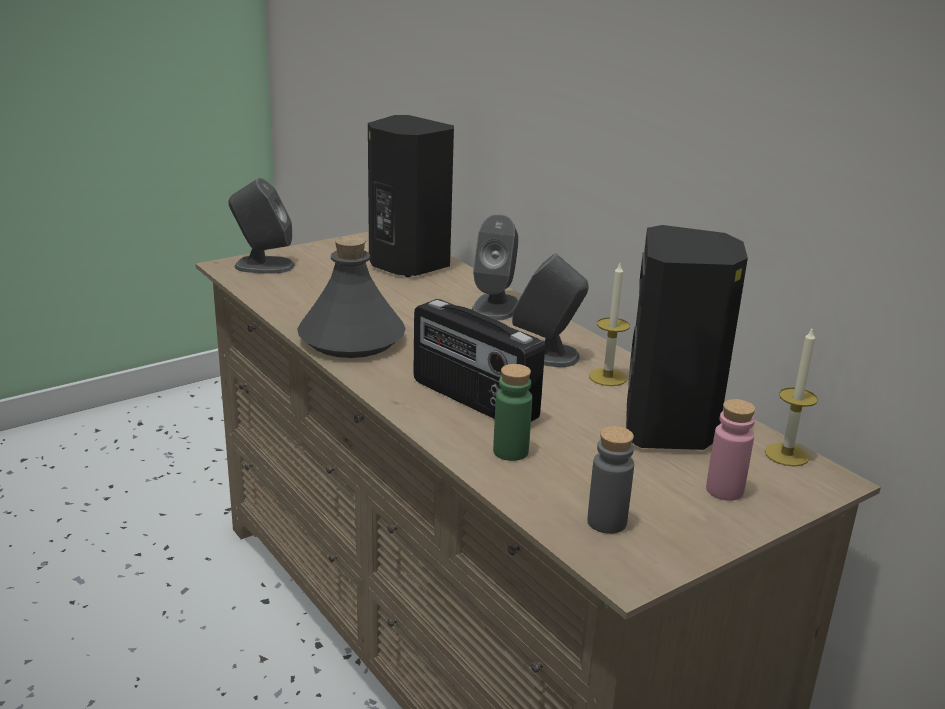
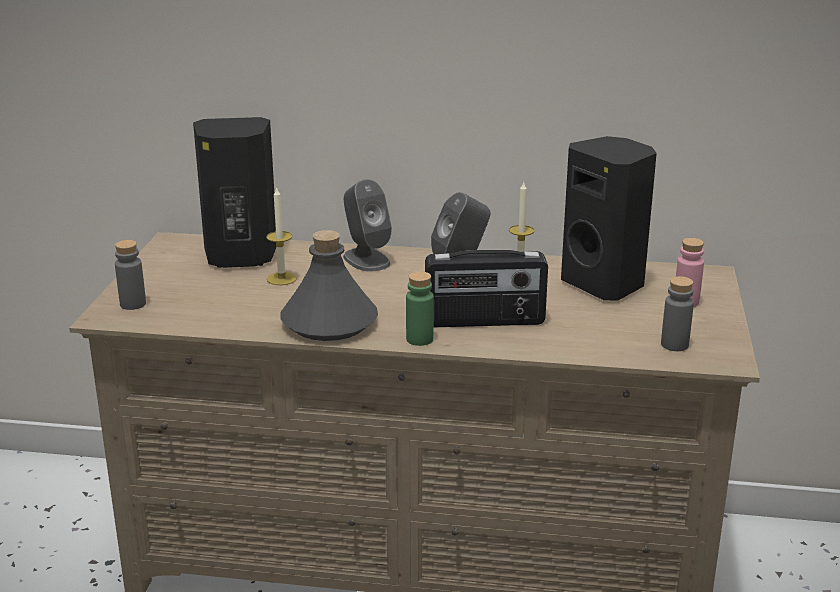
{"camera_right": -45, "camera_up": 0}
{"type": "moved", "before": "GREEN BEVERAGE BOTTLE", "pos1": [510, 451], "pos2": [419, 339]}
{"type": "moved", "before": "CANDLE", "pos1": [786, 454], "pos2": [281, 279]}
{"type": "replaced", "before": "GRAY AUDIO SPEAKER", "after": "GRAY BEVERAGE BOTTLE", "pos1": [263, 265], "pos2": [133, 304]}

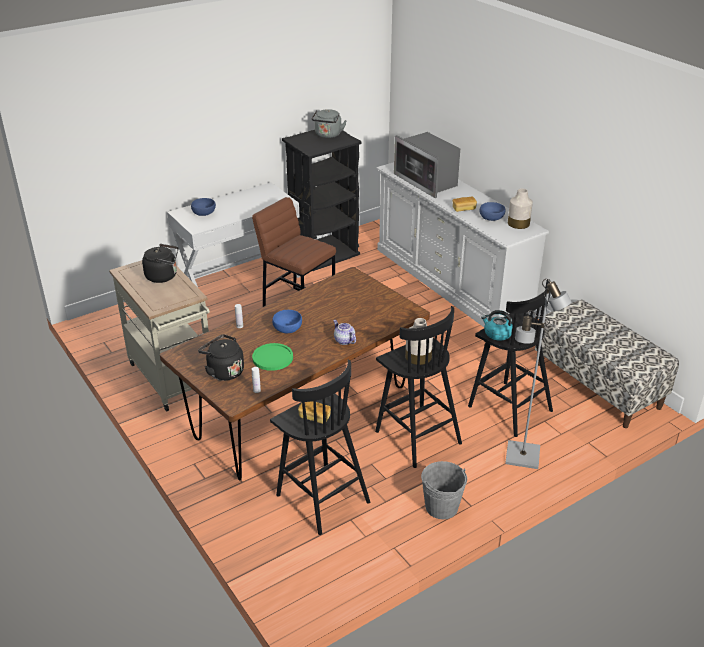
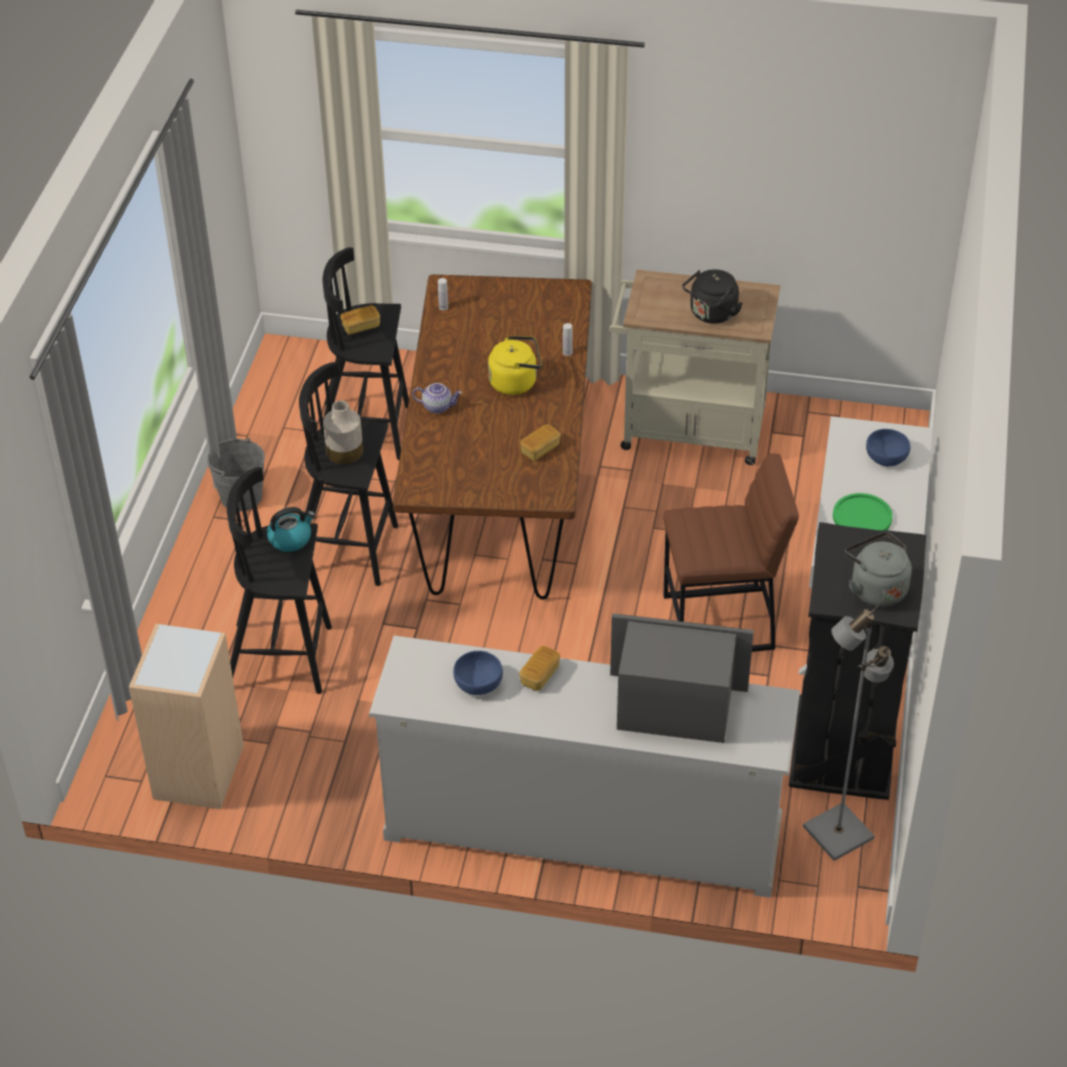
{"camera_right": 135, "camera_up": 10}
{"type": "removed", "before": "BLACKISH WATER KETTLE", "pos1": [223, 371]}
{"type": "removed", "before": "BEIGE-COLOURED VASE", "pos1": [518, 223]}
{"type": "added", "after": "BAKERY BREAD", "pos2": [540, 449]}
{"type": "moved", "before": "GREEN PLATE", "pos1": [272, 358], "pos2": [862, 517]}
{"type": "moved", "before": "GRAY FLOOR LAMP", "pos1": [522, 455], "pos2": [838, 832]}
{"type": "replaced", "before": "BLUE-COLOURED SERVING BOWL", "after": "YELLOWISH WATER KETTLE", "pos1": [287, 328], "pos2": [516, 382]}
{"type": "replaced", "before": "BENCH", "after": "SHELVING UNIT", "pos1": [598, 385], "pos2": [197, 773]}

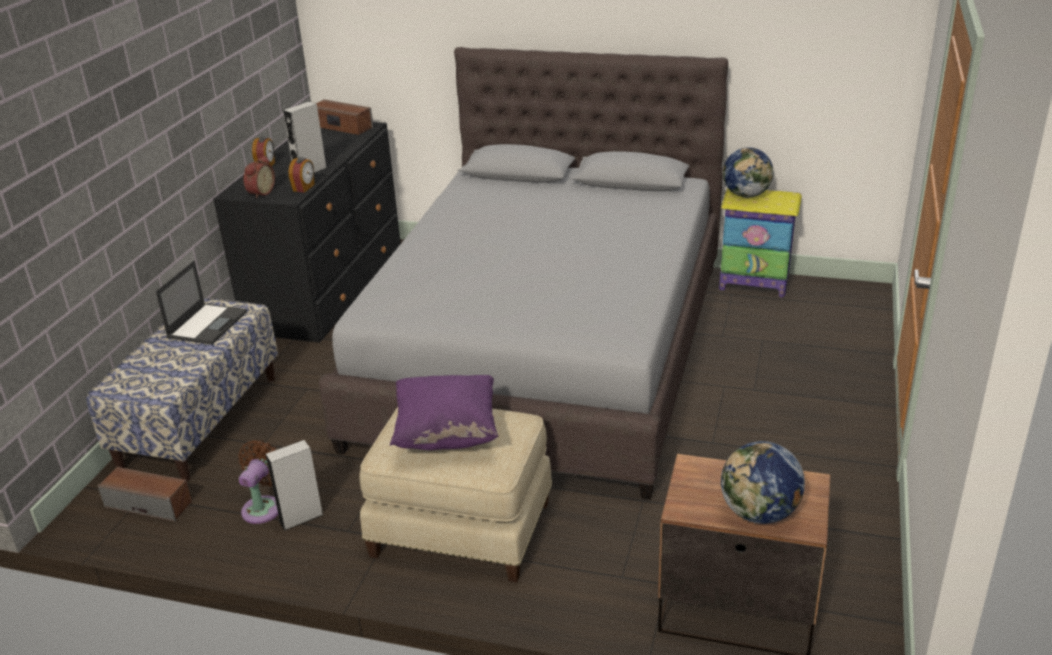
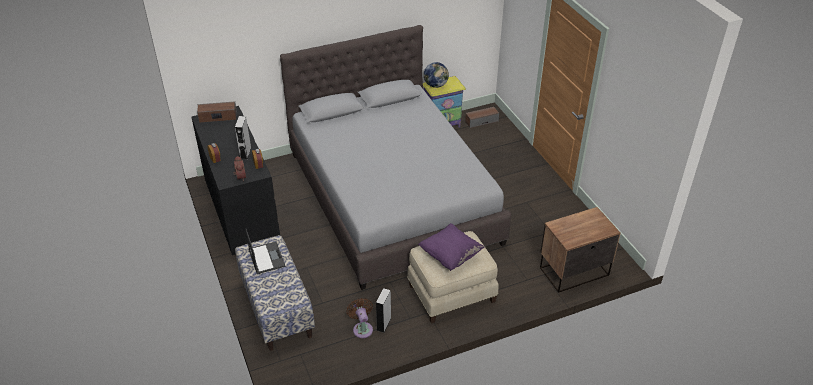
{"camera_right": -40, "camera_up": 10}
{"type": "removed", "before": "WORLD GLOBE", "pos1": [759, 513]}
{"type": "moved", "before": "AUDIO SPEAKER", "pos1": [149, 504], "pos2": [481, 121]}

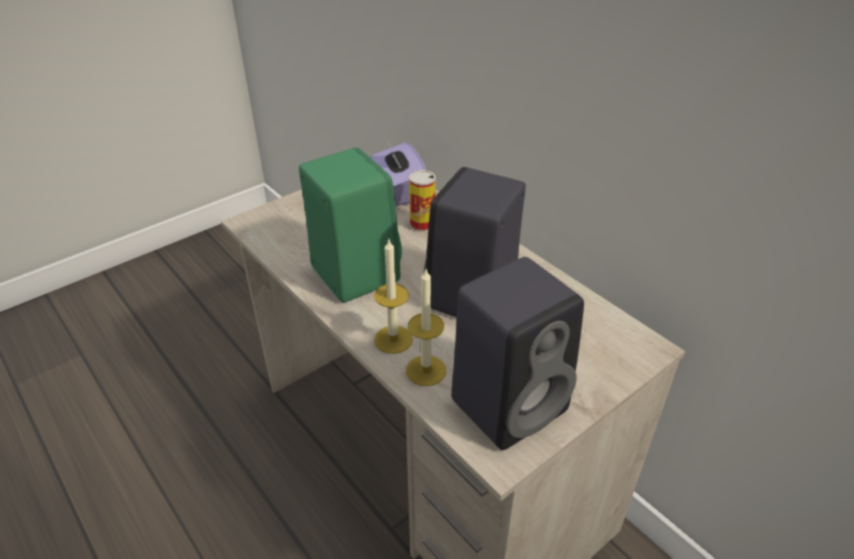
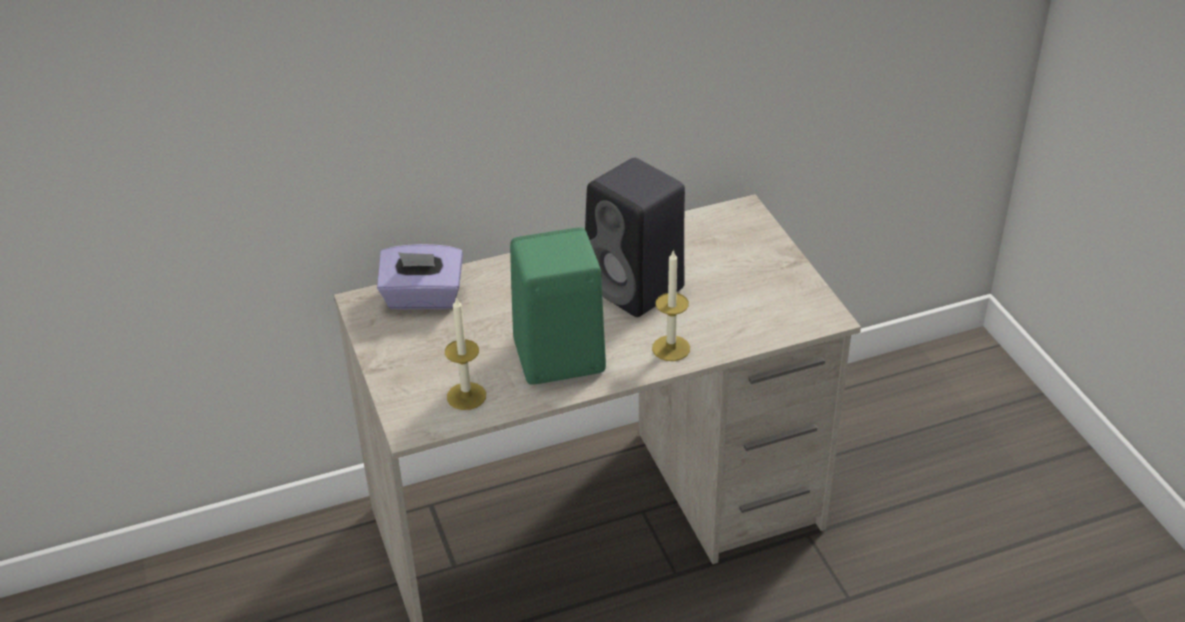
{"camera_right": -70, "camera_up": 0}
{"type": "removed", "before": "SEALED CAN", "pos1": [422, 224]}
{"type": "removed", "before": "BLACKISH AUDIO SPEAKER", "pos1": [511, 402]}
{"type": "moved", "before": "CANDLE", "pos1": [426, 370], "pos2": [466, 396]}

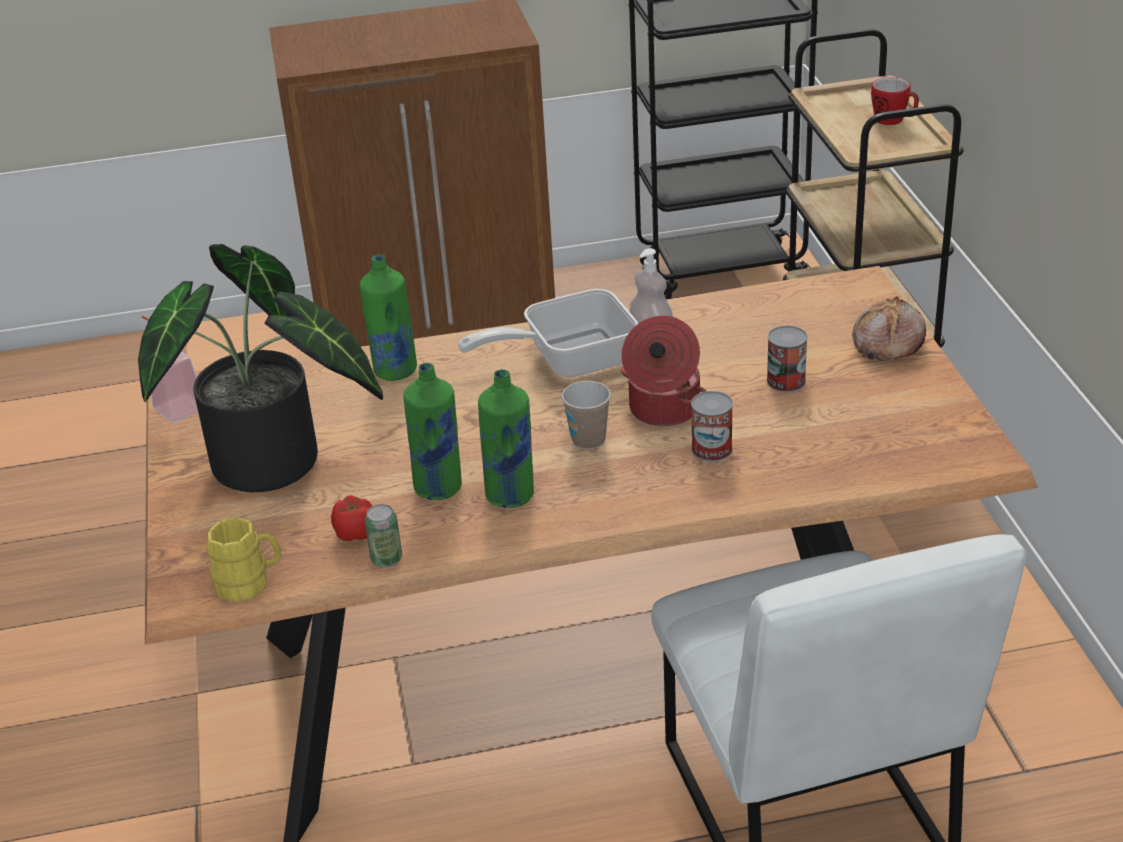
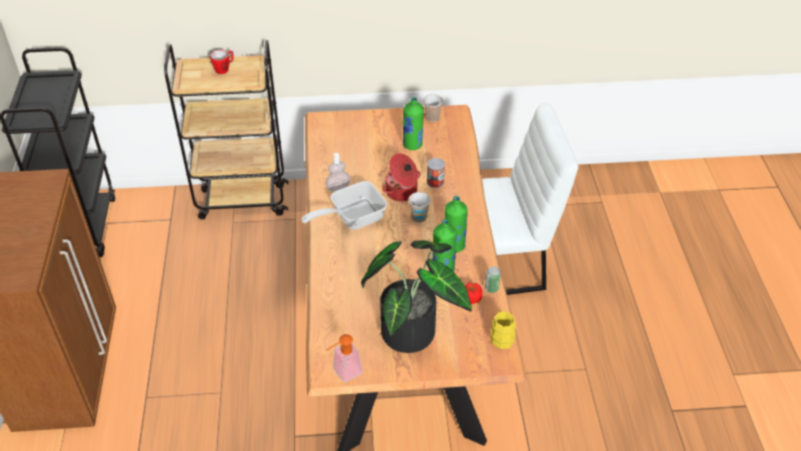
{"camera_right": -85, "camera_up": 10}
{"type": "removed", "before": "SEALED CAN", "pos1": [786, 381]}
{"type": "removed", "before": "BAKERY BREAD", "pos1": [887, 343]}
{"type": "added", "after": "DRINKING CUP", "pos2": [432, 118]}
{"type": "moved", "before": "GREEN BEVERAGE BOTTLE", "pos1": [394, 371], "pos2": [412, 145]}
{"type": "turned", "before": "PAN", "pos1": [567, 360], "pos2": [352, 218], "turn": 75}

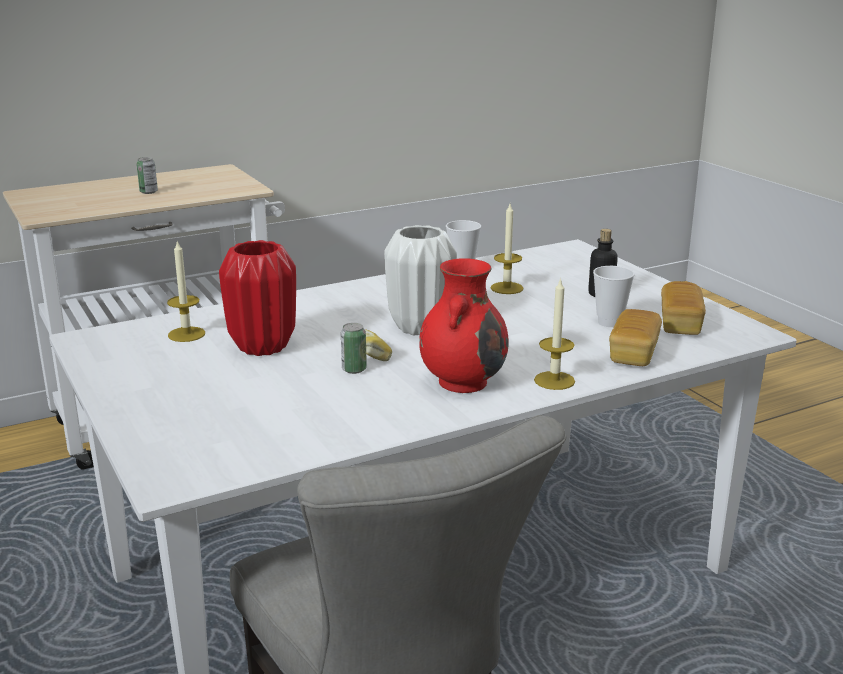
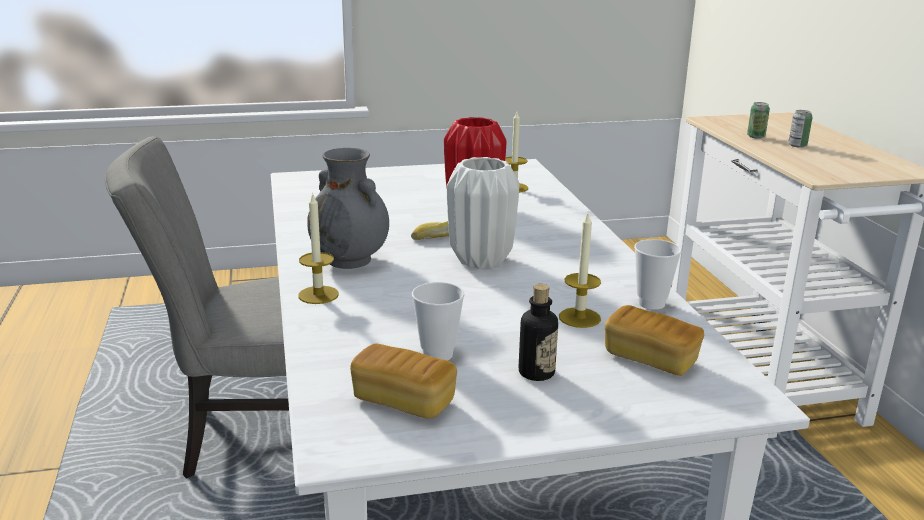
{"camera_right": 105, "camera_up": 0}
{"type": "moved", "before": "SEALED CAN", "pos1": [354, 369], "pos2": [756, 136]}
{"type": "moved", "before": "BAKERY BREAD", "pos1": [633, 354], "pos2": [650, 359]}
{"type": "recoloured", "before": "REDDISH VASE", "after": "GRAY VASE", "pos1": [463, 381], "pos2": [350, 260]}

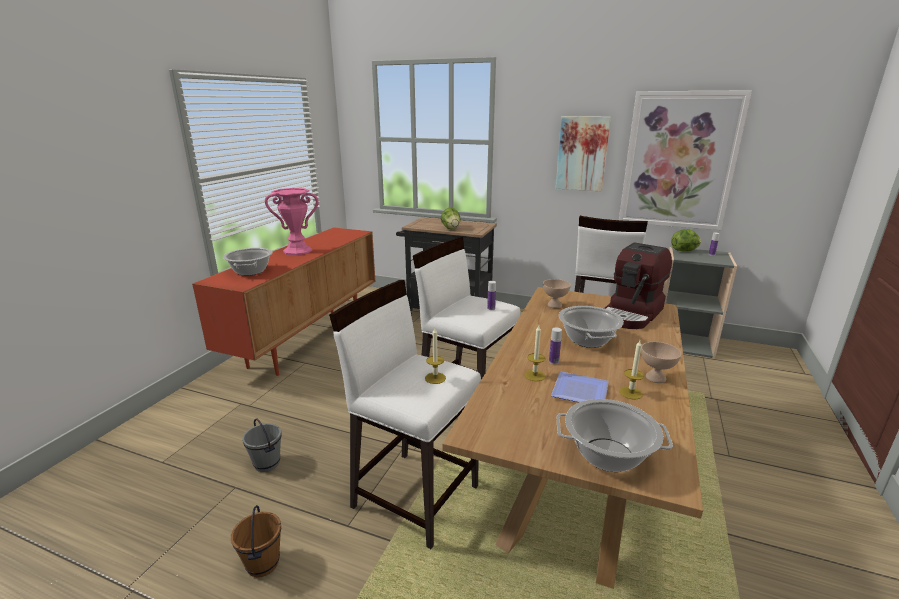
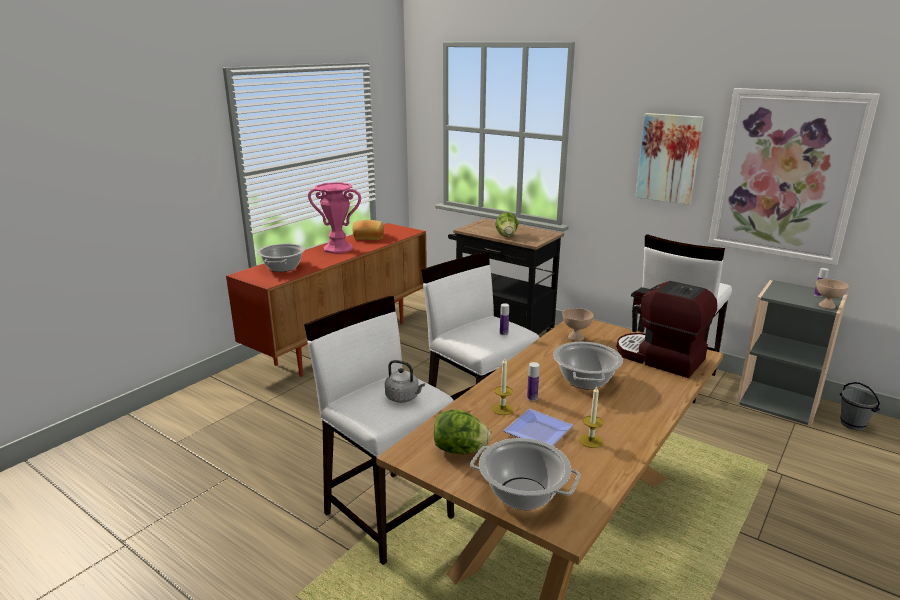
{"camera_right": 15, "camera_up": 0}
{"type": "removed", "before": "BROWN-COLOURED PAIL", "pos1": [262, 564]}
{"type": "added", "after": "BAKERY BREAD", "pos2": [368, 237]}
{"type": "moved", "before": "GRAY PAIL", "pos1": [266, 464], "pos2": [852, 424]}
{"type": "moved", "before": "BEIGE-COLOURED SERVING BOWL", "pos1": [655, 378], "pos2": [826, 306]}
{"type": "moved", "before": "LETTUCE", "pos1": [684, 251], "pos2": [460, 450]}
{"type": "replaced", "before": "CANDLE", "after": "GRAY WATER KETTLE", "pos1": [435, 378], "pos2": [404, 397]}
{"type": "turned", "before": "COFFEE BREWER", "pos1": [632, 314], "pos2": [659, 358], "turn": 75}

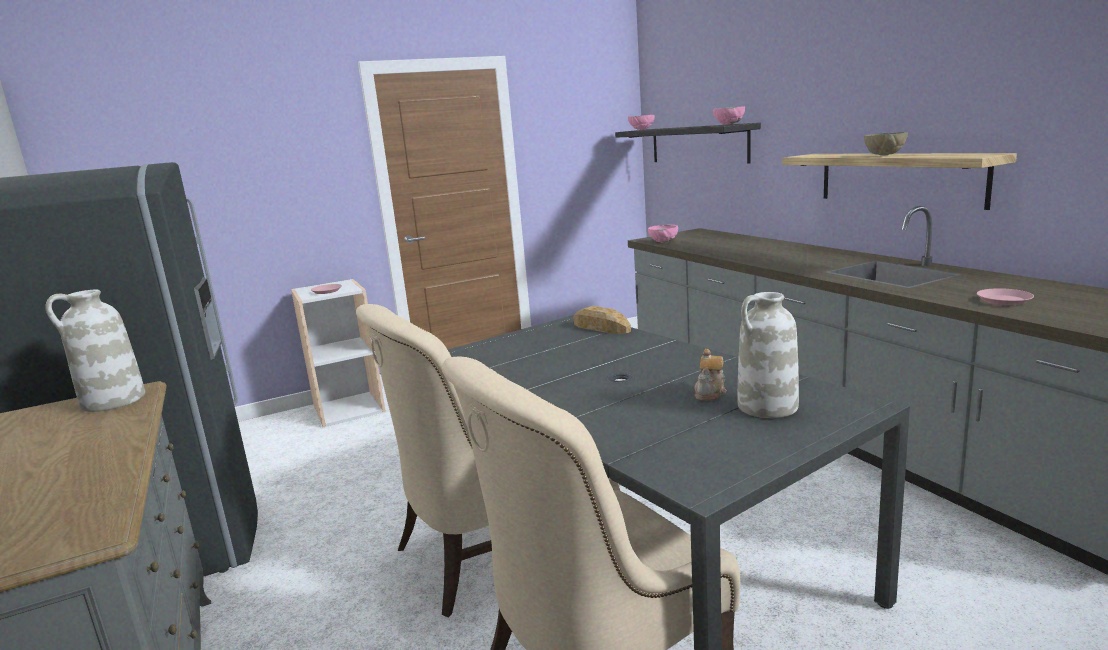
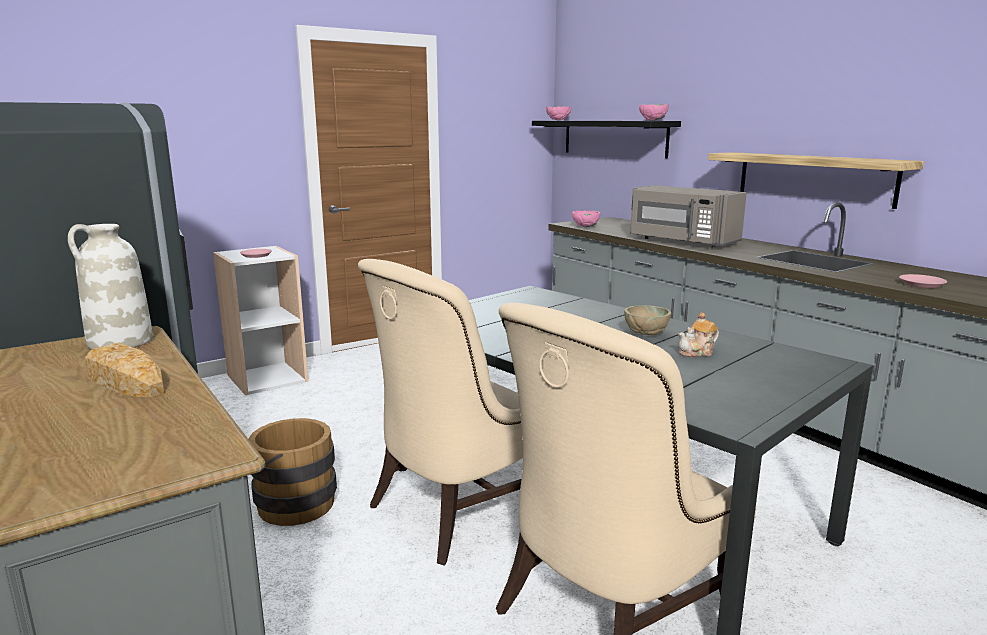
{"camera_right": -10, "camera_up": 0}
{"type": "removed", "before": "WHITE-COLOURED VASE", "pos1": [767, 407]}
{"type": "added", "after": "BROWN-COLOURED PAIL", "pos2": [288, 504]}
{"type": "added", "after": "GRAY MICROWAVE", "pos2": [681, 241]}
{"type": "moved", "before": "BAKERY BREAD", "pos1": [601, 327], "pos2": [124, 381]}
{"type": "moved", "before": "BEIGE-COLOURED SERVING BOWL", "pos1": [885, 155], "pos2": [646, 334]}
{"type": "turned", "before": "POT FOR TEA", "pos1": [710, 392], "pos2": [697, 352], "turn": 45}

